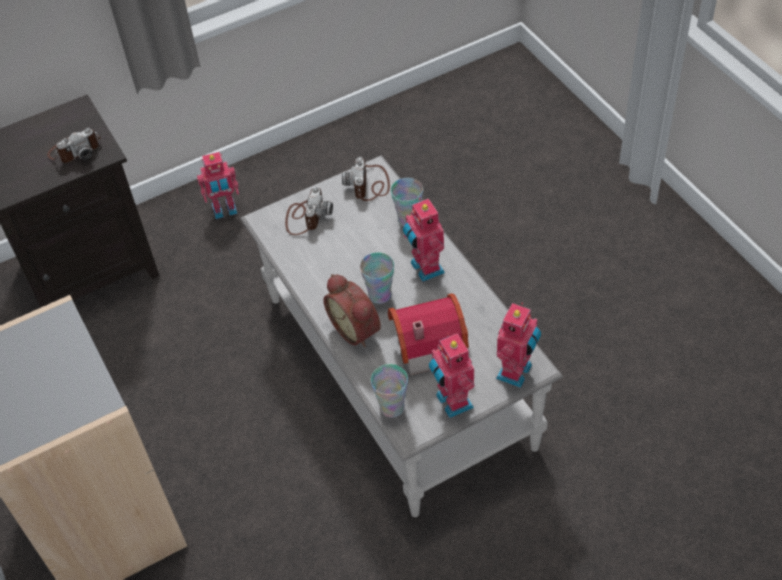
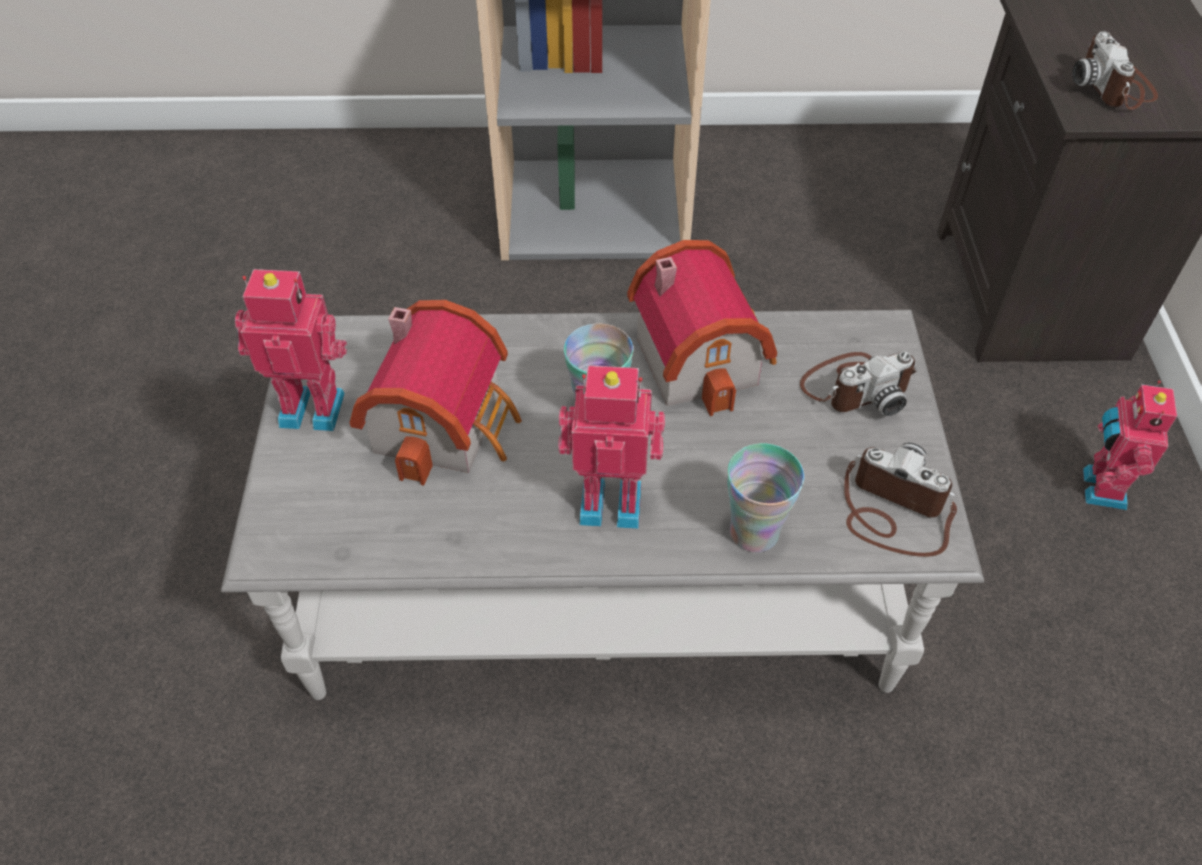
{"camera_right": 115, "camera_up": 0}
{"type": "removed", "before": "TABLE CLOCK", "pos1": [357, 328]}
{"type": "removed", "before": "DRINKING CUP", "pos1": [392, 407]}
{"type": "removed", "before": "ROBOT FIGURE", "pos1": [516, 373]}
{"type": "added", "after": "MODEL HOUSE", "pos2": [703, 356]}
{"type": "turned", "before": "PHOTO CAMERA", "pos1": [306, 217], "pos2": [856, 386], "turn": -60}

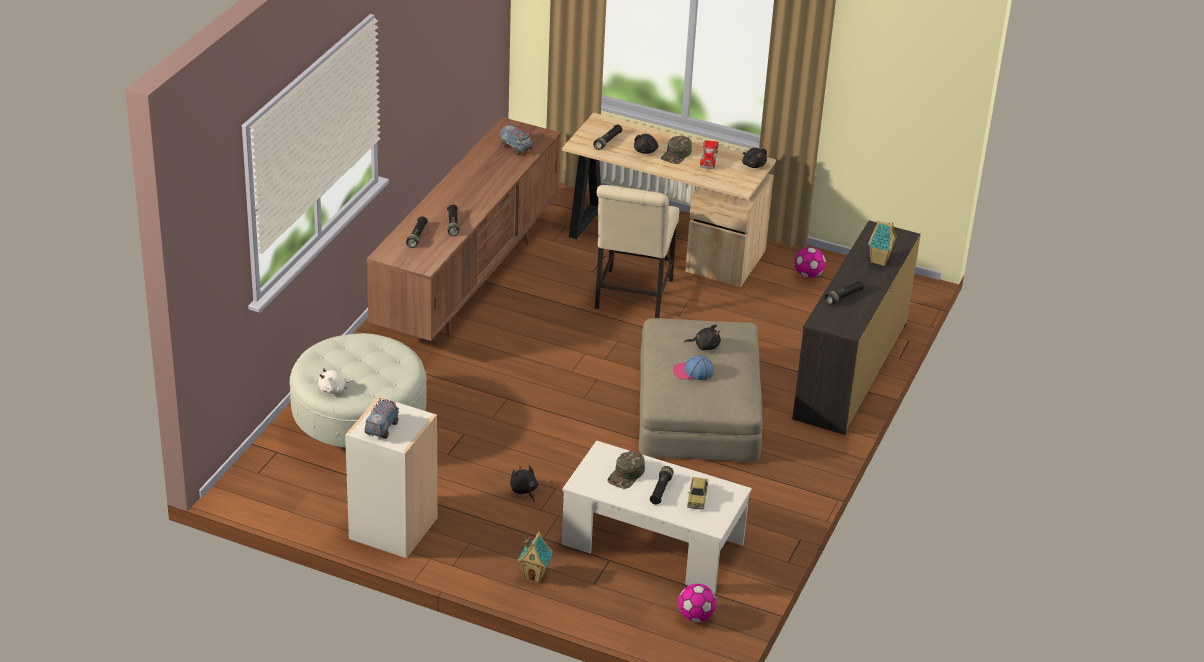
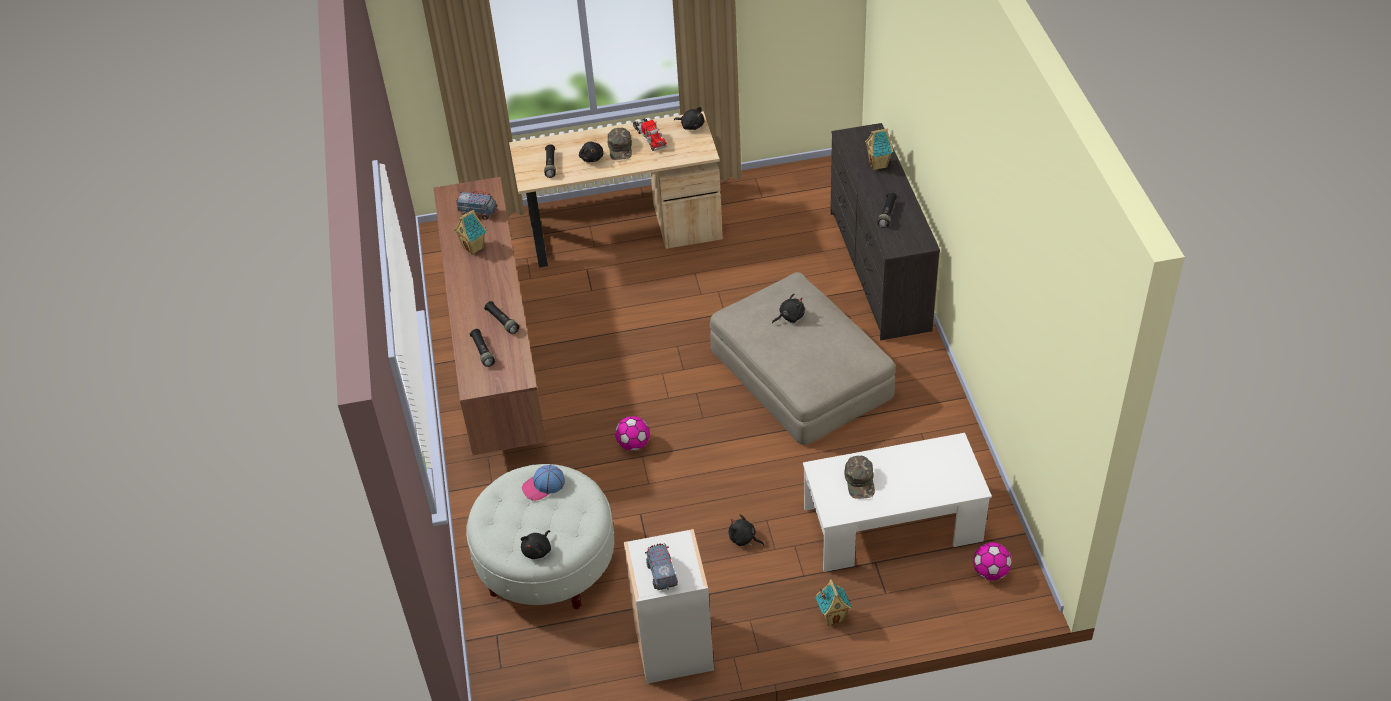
{"camera_right": -30, "camera_up": 10}
{"type": "removed", "before": "BEIGE-COLOURED CHAIR", "pos1": [631, 298]}
{"type": "removed", "before": "BLACKISH TORCH", "pos1": [660, 490]}
{"type": "removed", "before": "TOY CAR", "pos1": [697, 497]}
{"type": "added", "after": "MODEL HOUSE", "pos2": [474, 248]}
{"type": "moved", "before": "BASEBALL CAP", "pos1": [693, 372], "pos2": [543, 486]}
{"type": "moved", "before": "FOOTBALL BALL", "pos1": [808, 275], "pos2": [633, 444]}
{"type": "recoloured", "before": "WHITE-COLOURED SOFT TOY", "after": "BLACKISH SOFT TOY", "pos1": [334, 389], "pos2": [538, 550]}

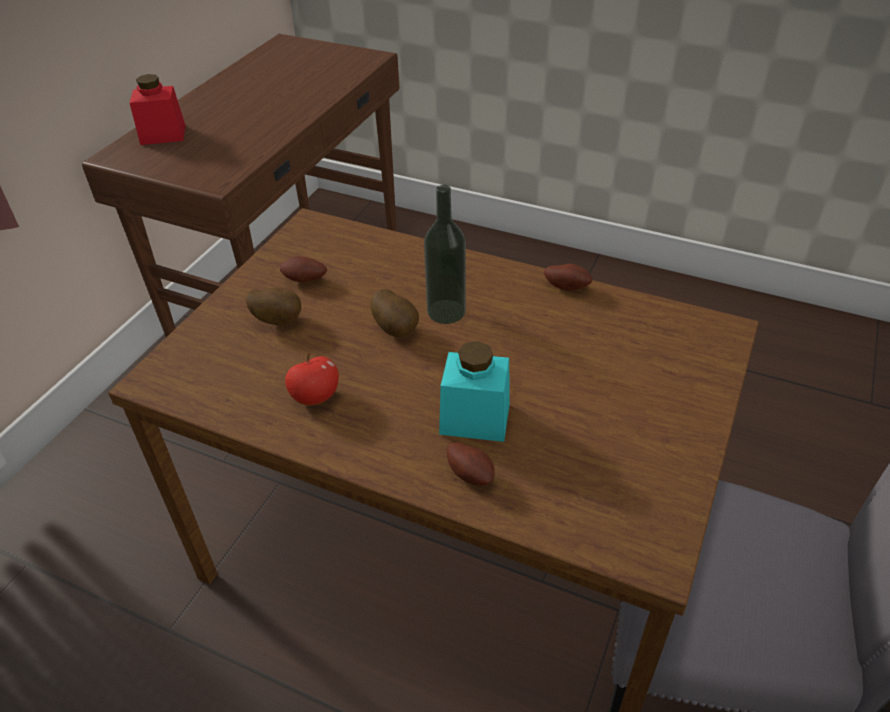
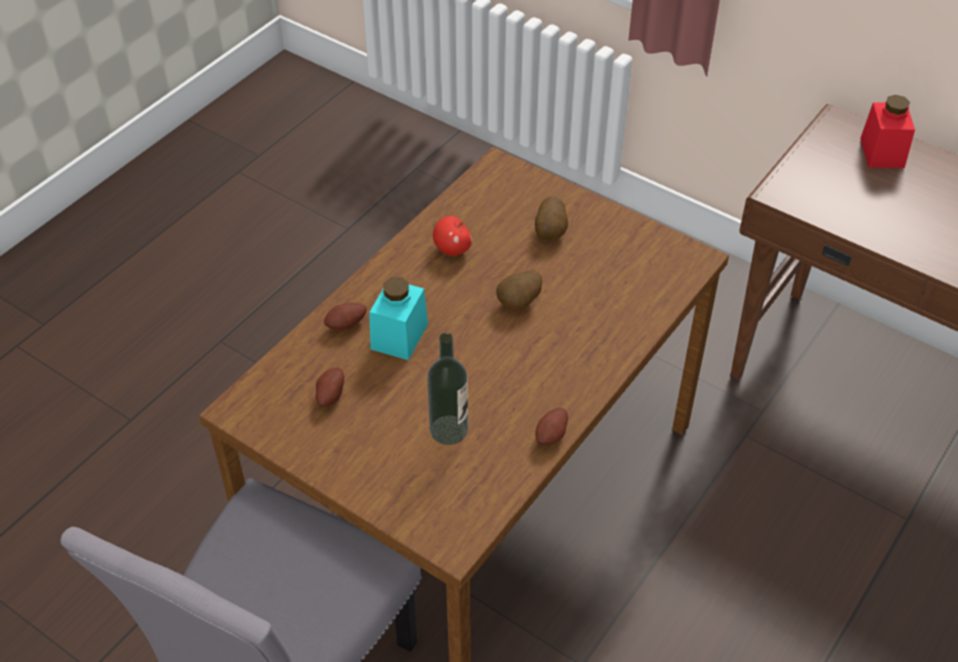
{"camera_right": 100, "camera_up": 5}
{"type": "moved", "before": "SPUD", "pos1": [304, 281], "pos2": [329, 395]}
{"type": "moved", "before": "BEVERAGE BOTTLE", "pos1": [446, 311], "pos2": [448, 430]}

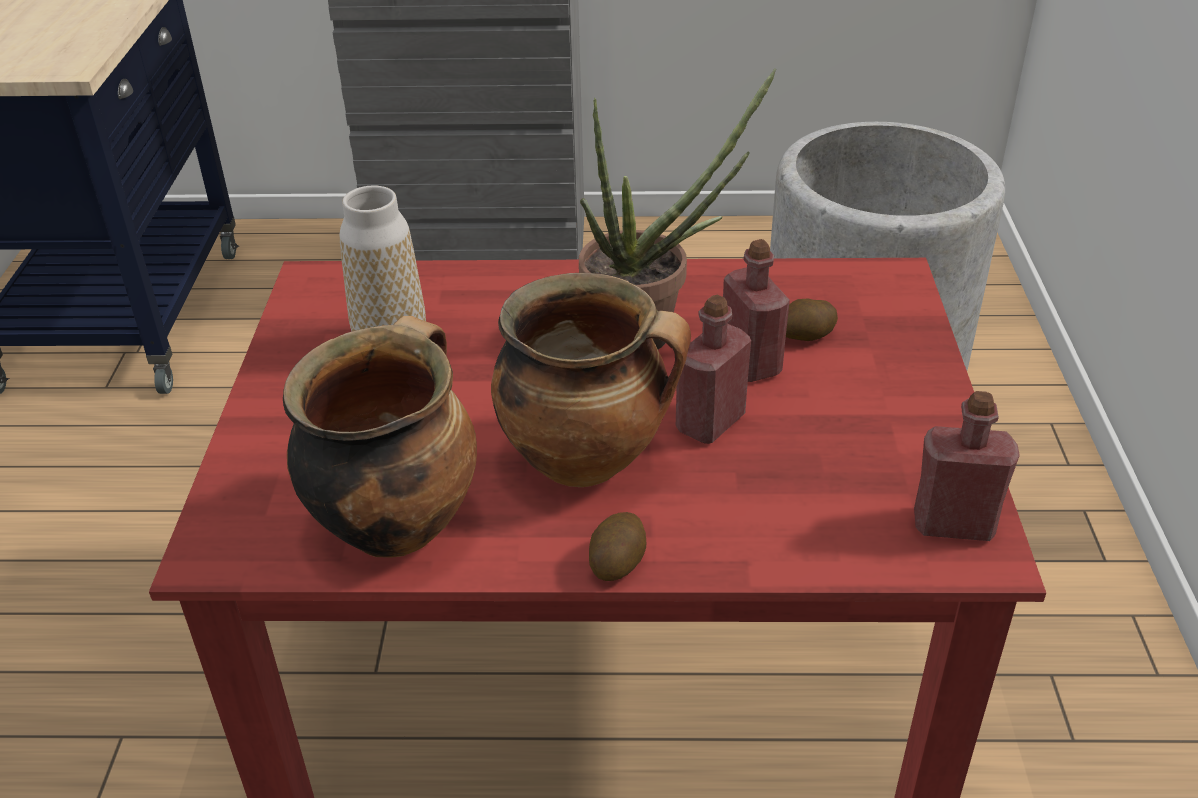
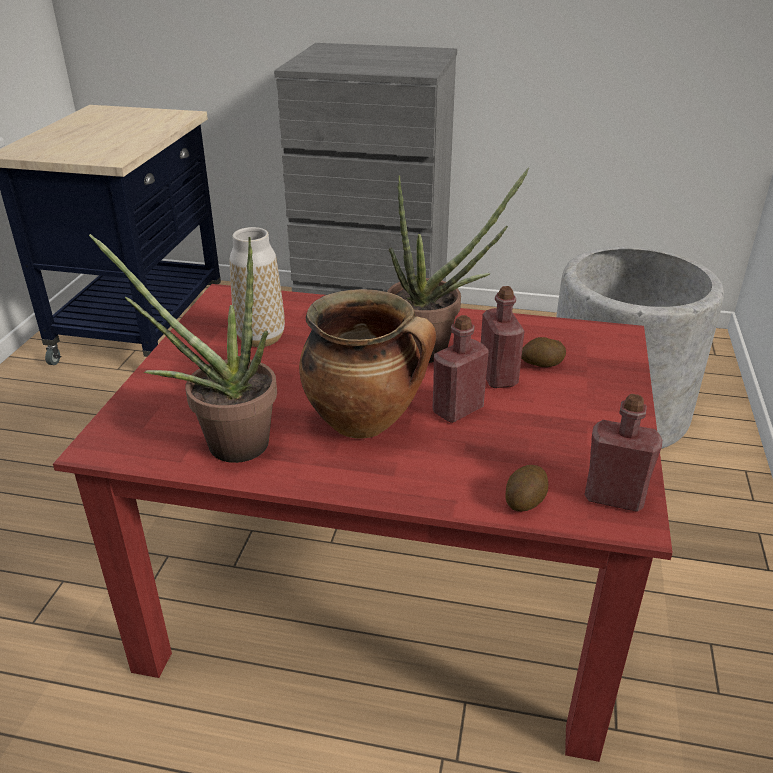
{"camera_right": 10, "camera_up": -5}
{"type": "moved", "before": "SPUD", "pos1": [617, 561], "pos2": [525, 500]}
{"type": "replaced", "before": "STOCKPOT", "after": "POTTED PLANT", "pos1": [396, 522], "pos2": [224, 443]}

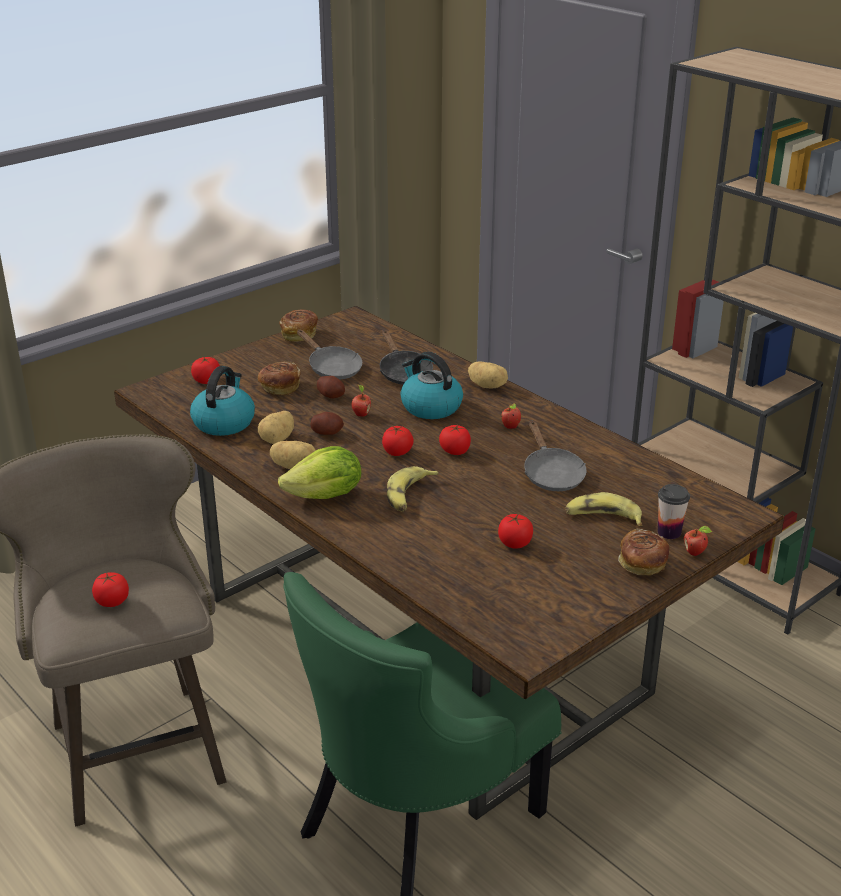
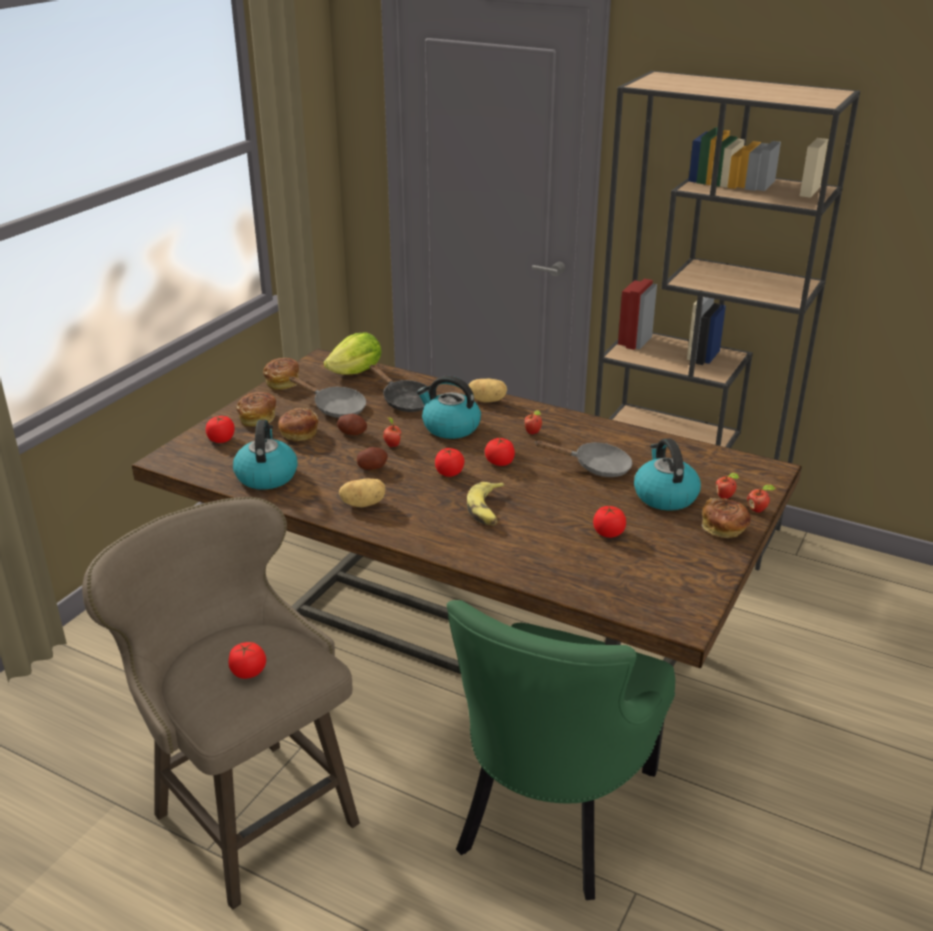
{"camera_right": -20, "camera_up": 0}
{"type": "removed", "before": "SPUD", "pos1": [278, 439]}
{"type": "added", "after": "BAKERY BREAD", "pos2": [258, 418]}
{"type": "moved", "before": "LETTUCE", "pos1": [326, 496], "pos2": [356, 372]}
{"type": "replaced", "before": "WHOLE BANANA", "after": "WATER KETTLE", "pos1": [603, 518], "pos2": [664, 496]}
{"type": "replaced", "before": "DRINKING CUP", "after": "WHOLE APPLE", "pos1": [669, 532], "pos2": [725, 497]}
{"type": "turned", "before": "GRAY PAN", "pos1": [551, 474], "pos2": [596, 467], "turn": -45}

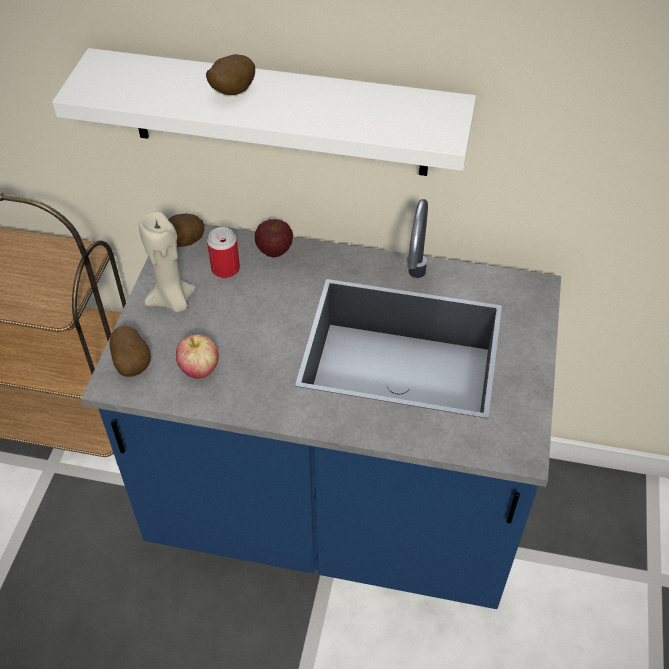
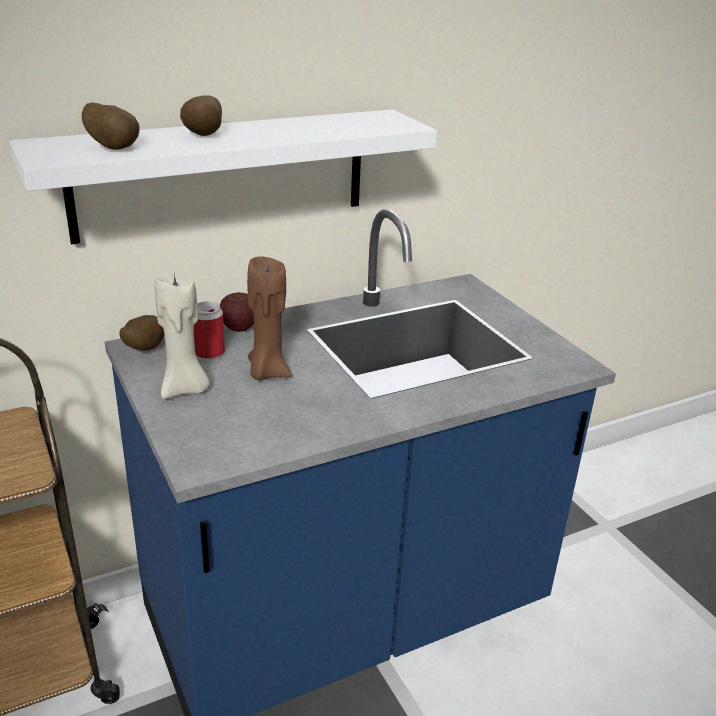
{"camera_right": -40, "camera_up": -20}
{"type": "removed", "before": "WHOLE APPLE", "pos1": [199, 369]}
{"type": "added", "after": "BROWN-COLOURED CANDLE", "pos2": [267, 372]}
{"type": "moved", "before": "SPUD", "pos1": [133, 364], "pos2": [115, 148]}

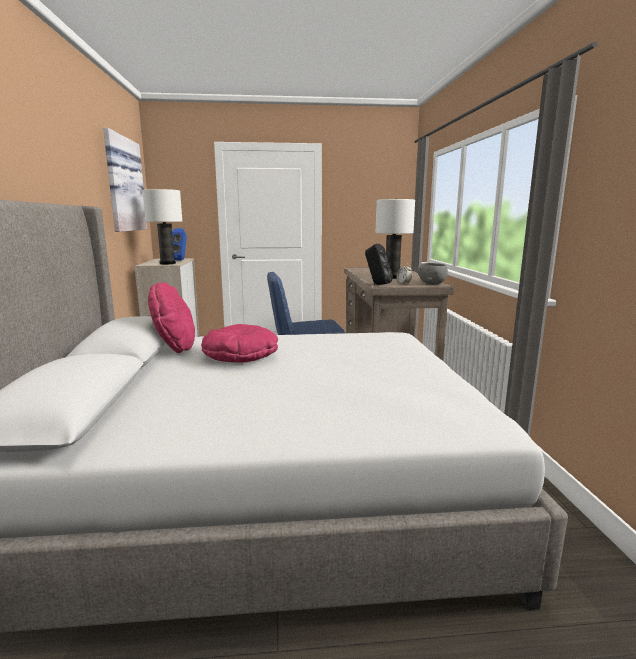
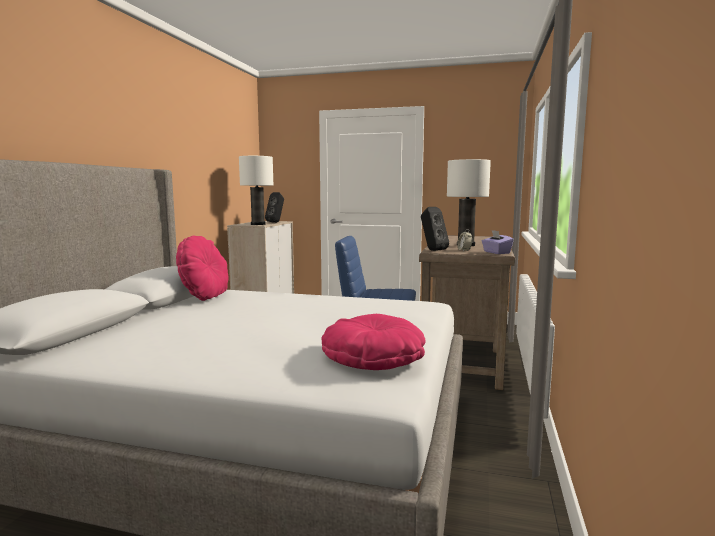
{"camera_right": 20, "camera_up": -5}
{"type": "removed", "before": "PICTURE", "pos1": [122, 184]}
{"type": "moved", "before": "PINKISH PILLOW", "pos1": [239, 355], "pos2": [372, 358]}
{"type": "replaced", "before": "GRAY SERVING BOWL", "after": "PURPLE TISSUE BOX", "pos1": [432, 283], "pos2": [496, 252]}
{"type": "recoloured", "before": "BLUE-COLOURED AUDIO SPEAKER", "after": "BLACKISH AUDIO SPEAKER", "pos1": [181, 260], "pos2": [276, 222]}

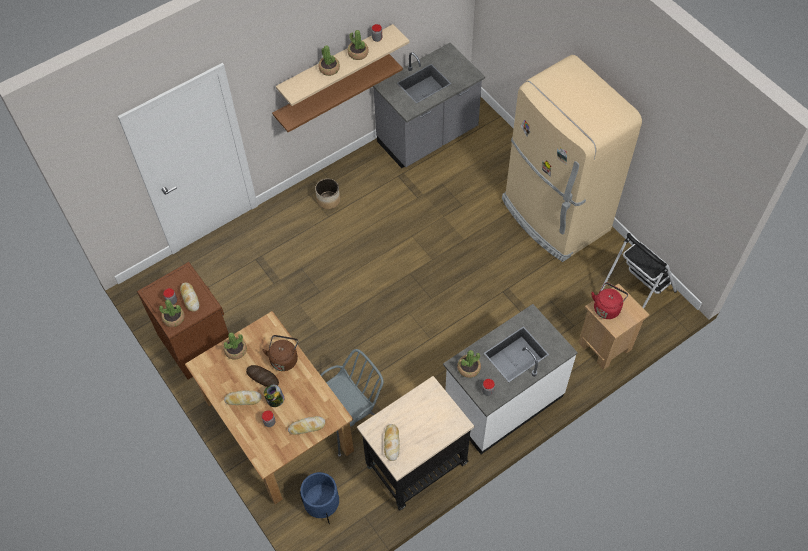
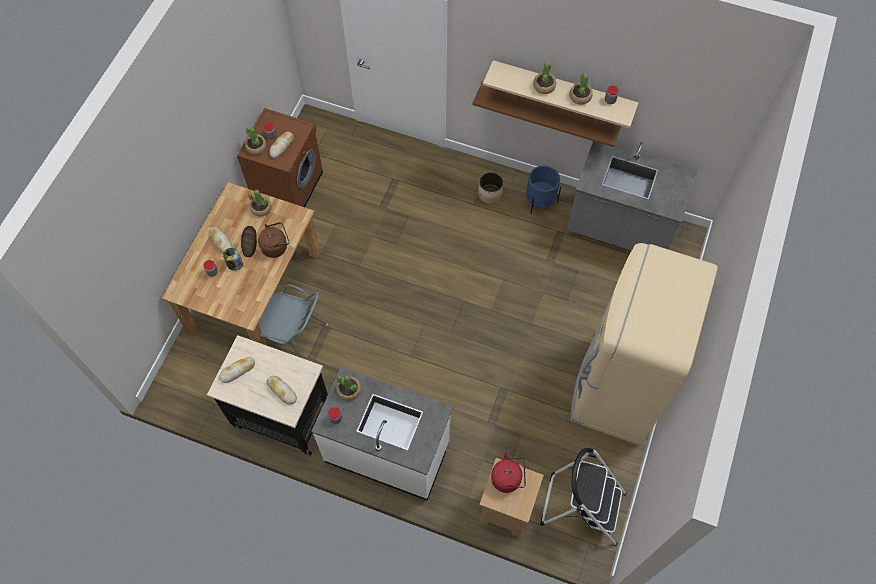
{"camera_right": 55, "camera_up": 5}
{"type": "moved", "before": "BAKERY BREAD", "pos1": [307, 427], "pos2": [282, 391]}
{"type": "moved", "before": "BLUE-COLOURED FLOWER POT", "pos1": [322, 505], "pos2": [540, 201]}

